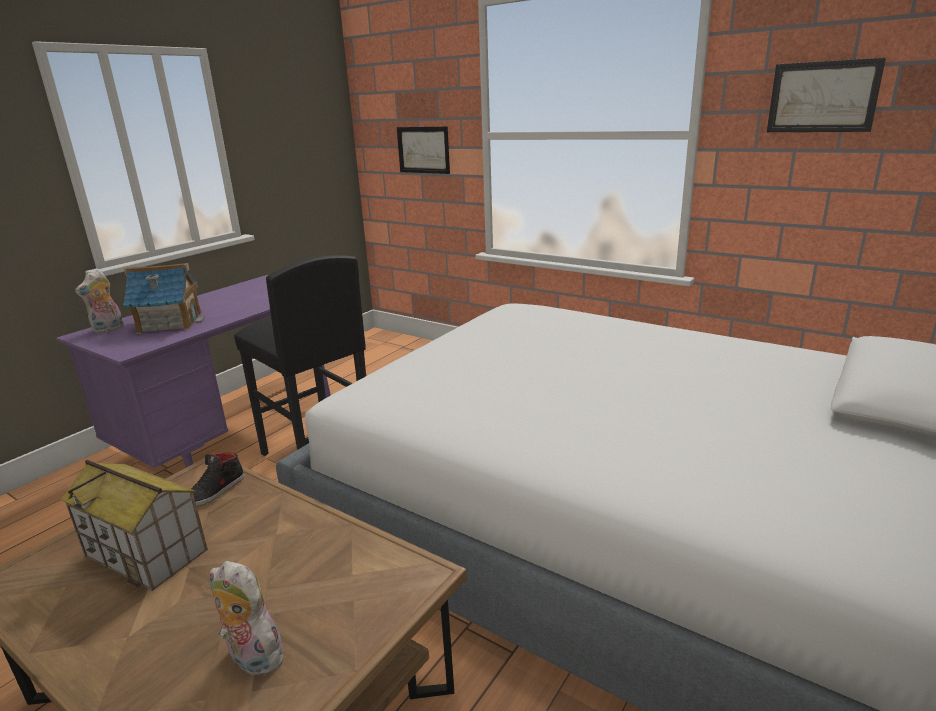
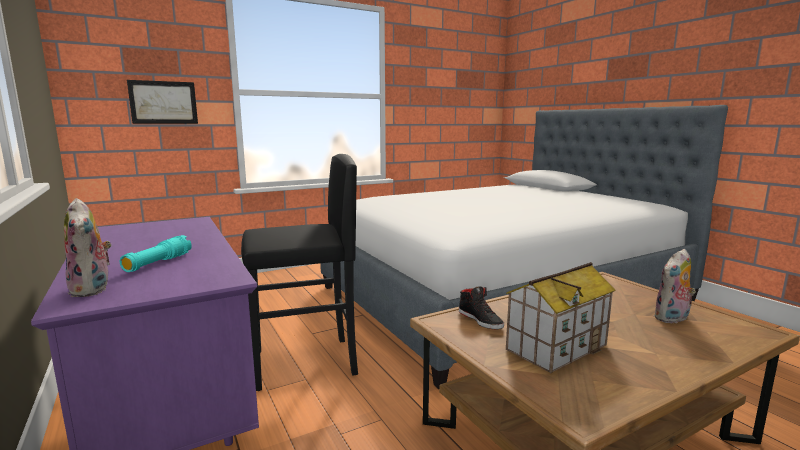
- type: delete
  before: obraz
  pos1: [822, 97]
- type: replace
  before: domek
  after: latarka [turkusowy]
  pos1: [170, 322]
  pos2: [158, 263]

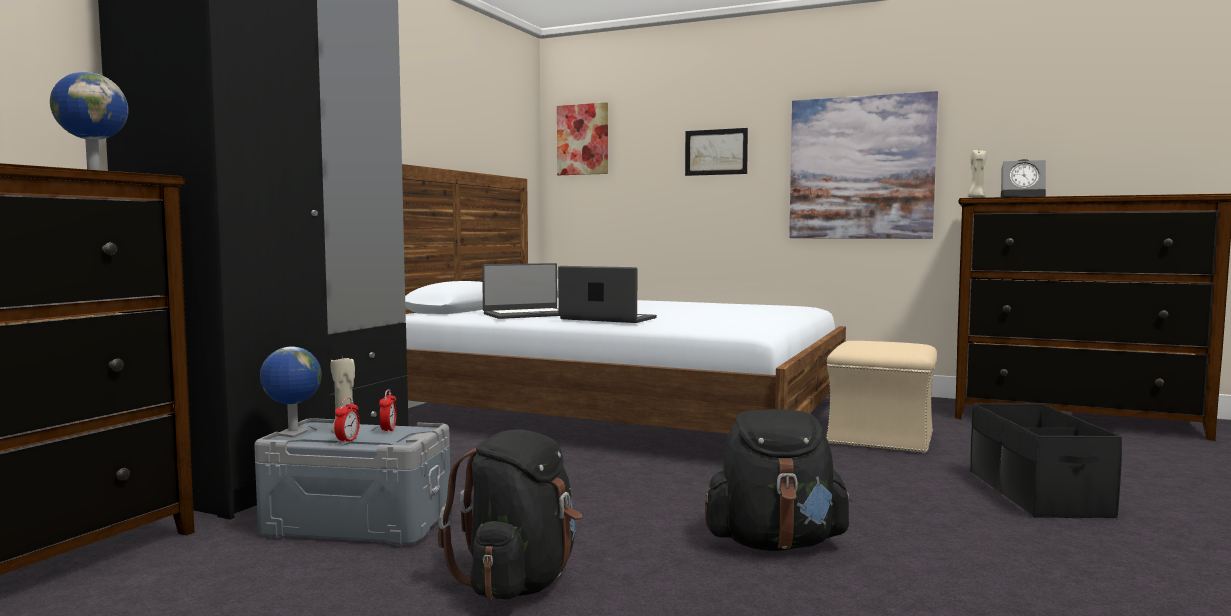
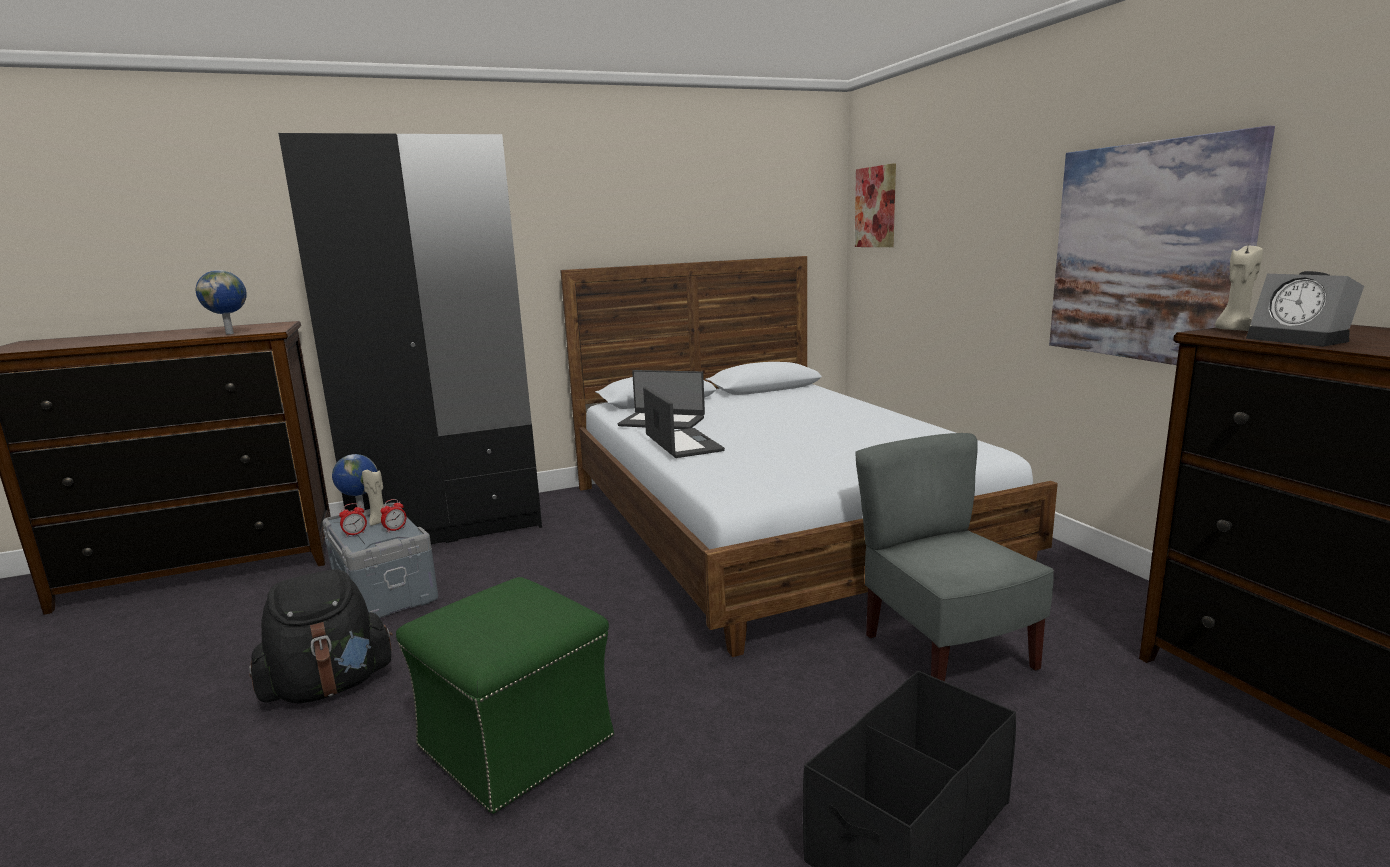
- type: delete
  before: obraz
  pos1: [716, 152]
- type: replace
  before: pufa [beżowy]
  after: krzesło [szary]
  pos1: [880, 437]
  pos2: [945, 653]
- type: replace
  before: plecak [czarny]
  after: pufa [zielony]
  pos1: [775, 543]
  pos2: [517, 742]

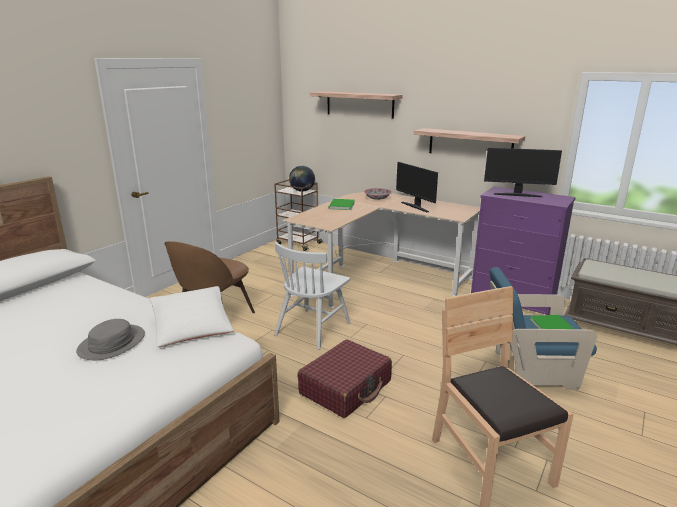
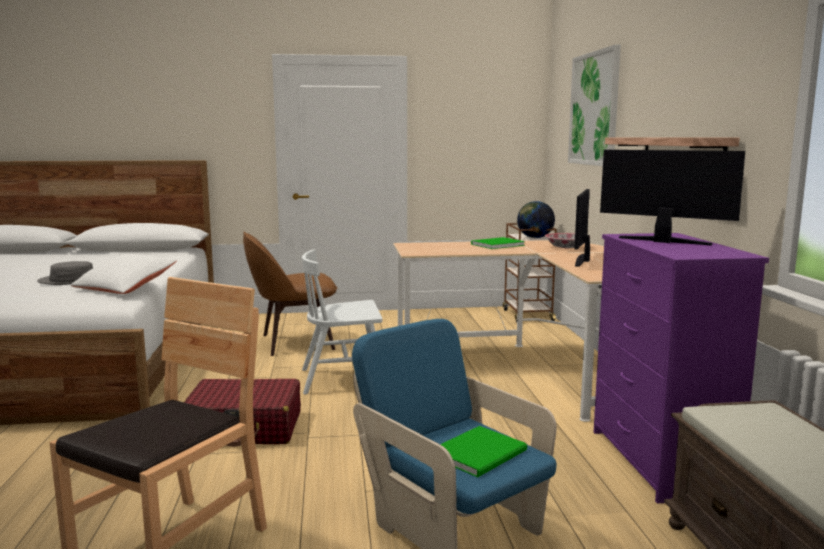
- type: replace
  before: półka
  after: obraz
  pos1: [359, 104]
  pos2: [594, 109]
- type: rotate
  before: monitor
  pos1: [517, 195]
  pos2: [663, 241]
  turn: 150

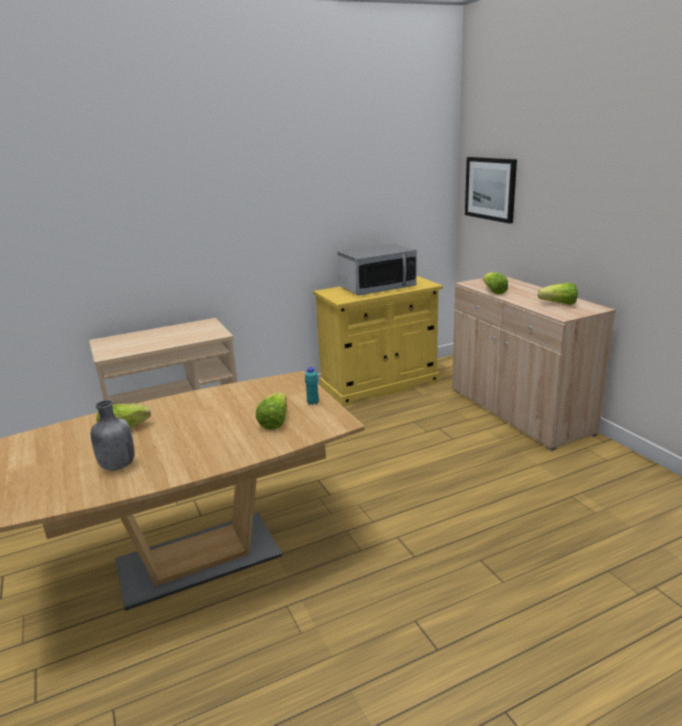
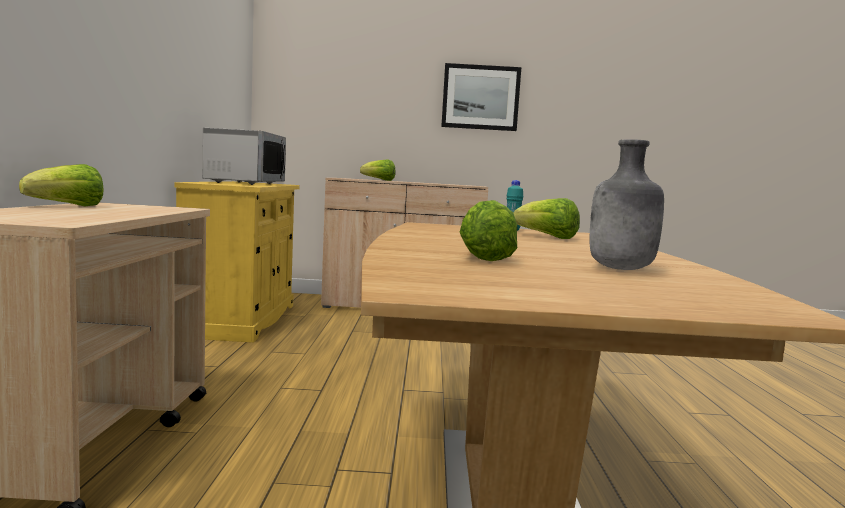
- type: move
  before: obraz
  pos1: [490, 189]
  pos2: [480, 97]
- type: move
  before: sałata
  pos1: [559, 304]
  pos2: [68, 206]

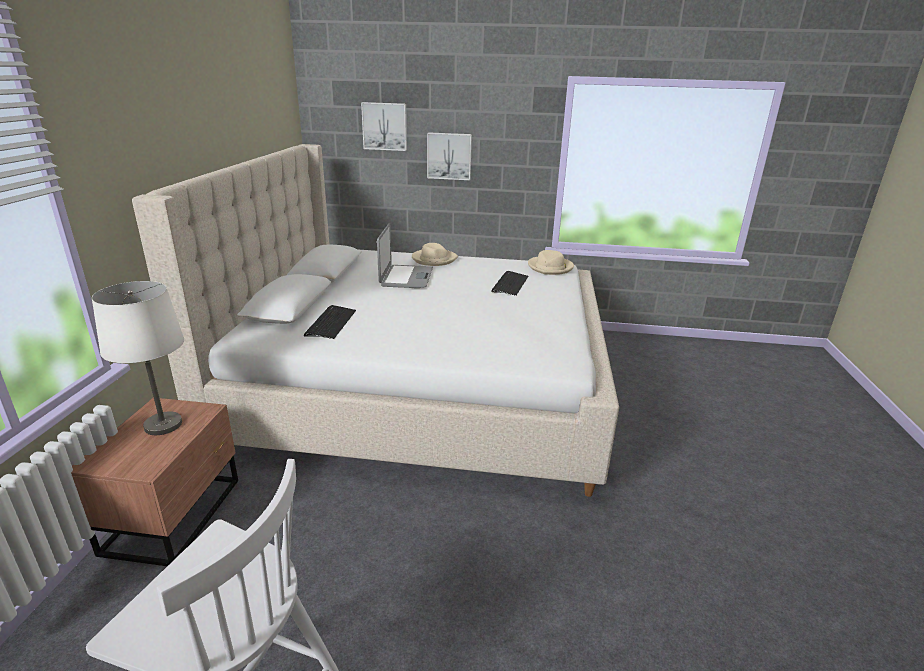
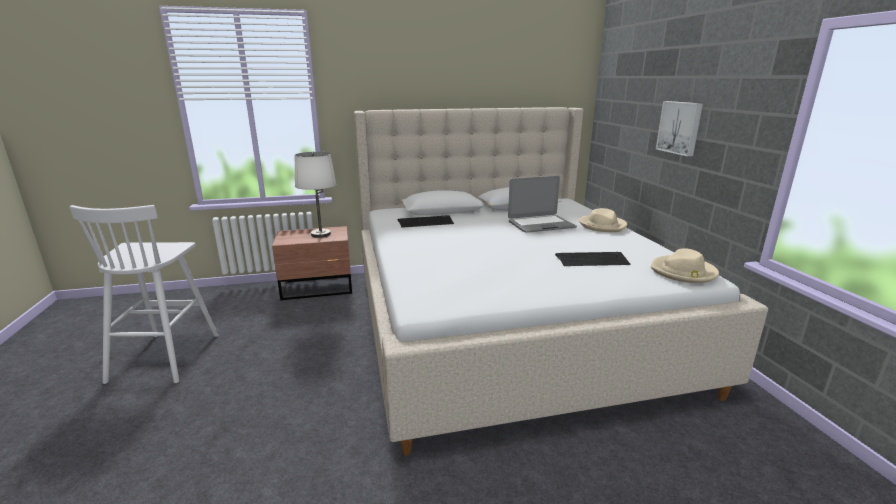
- type: delete
  before: obraz
  pos1: [385, 126]

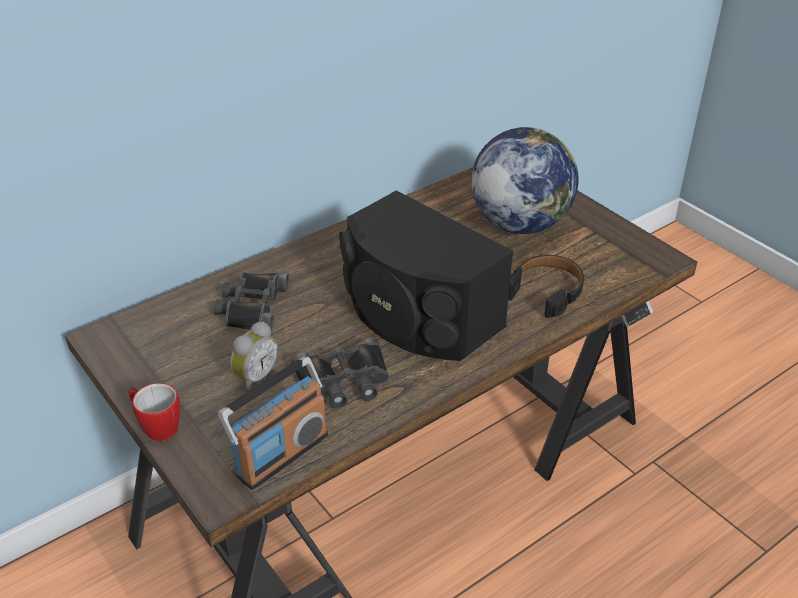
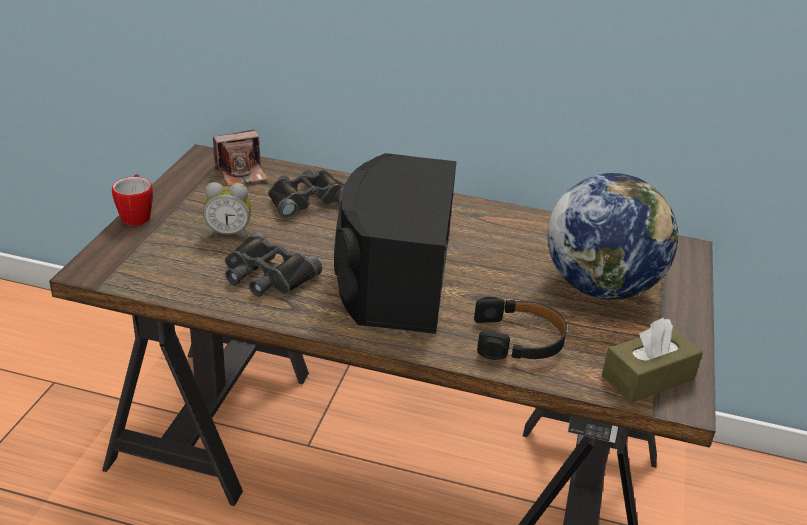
- type: delete
  before: radio
  pos1: [281, 454]
- type: insert
  after: aparat fotograficzny
  pos2: [241, 173]
- type: insert
  after: pudełko chusteczek [brązowy]
  pos2: [647, 378]

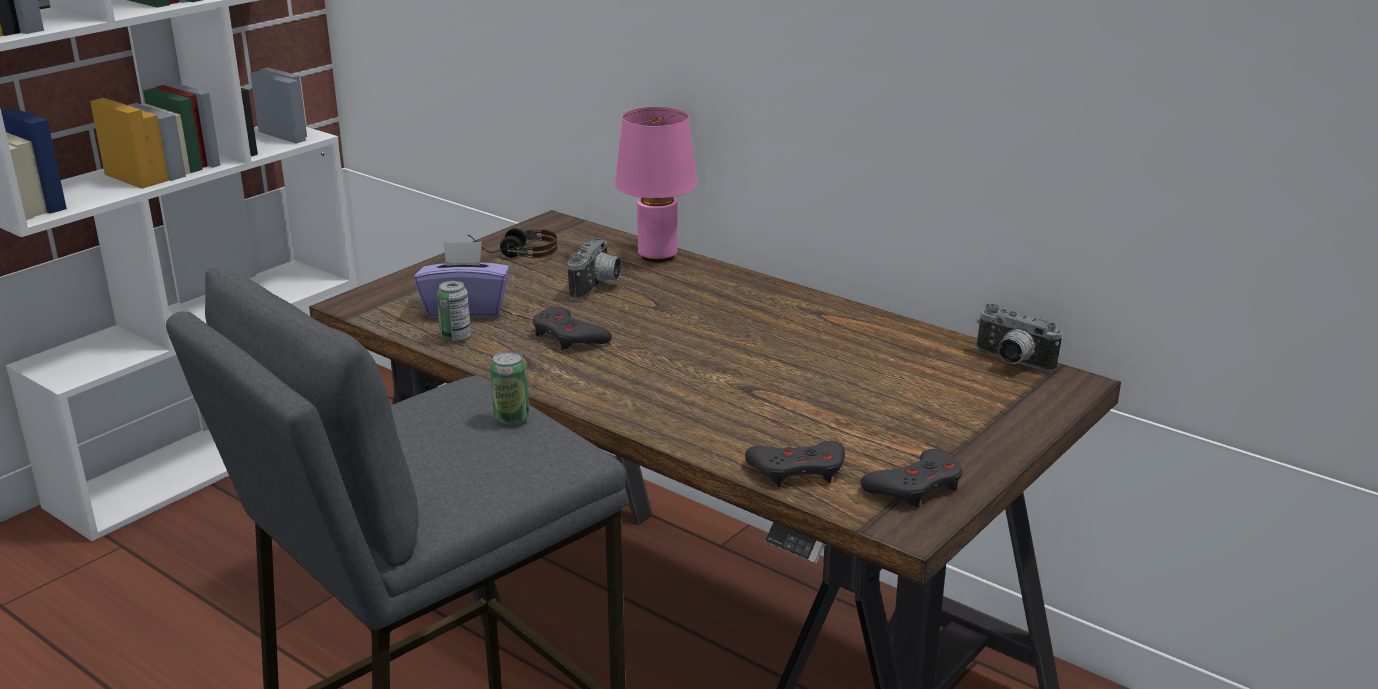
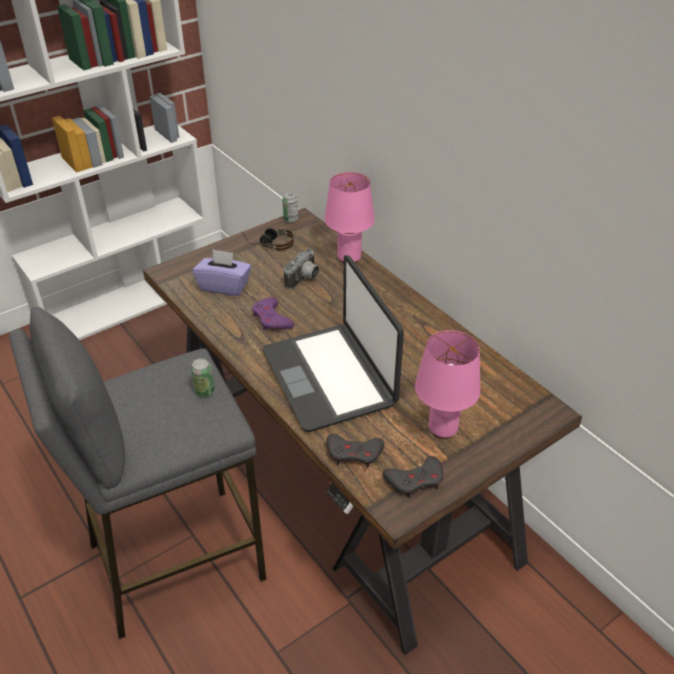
- type: move
  before: puszka
  pos1: [455, 337]
  pos2: [290, 220]
- type: delete
  before: aparat fotograficzny
  pos1: [1011, 363]
- type: recolor
  before: pad do gier [szary]
  after: pad do gier [fioletowy]
  pos1: [569, 336]
  pos2: [272, 319]
- type: insert
  after: laptop
  pos2: [330, 377]
- type: insert
  after: lampa stołowa [różowy]
  pos2: [443, 429]

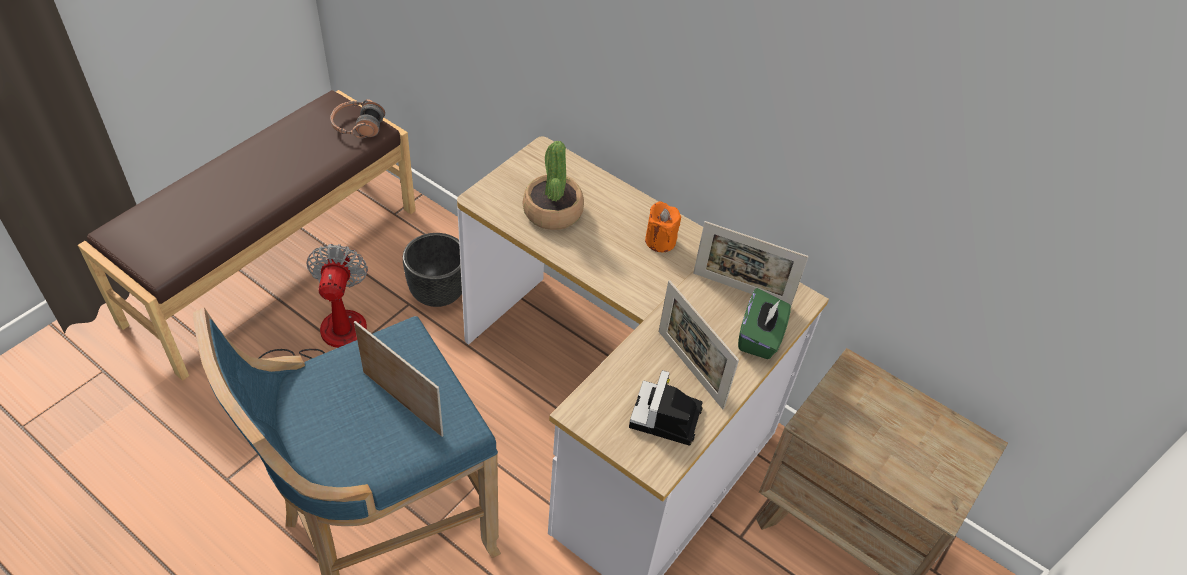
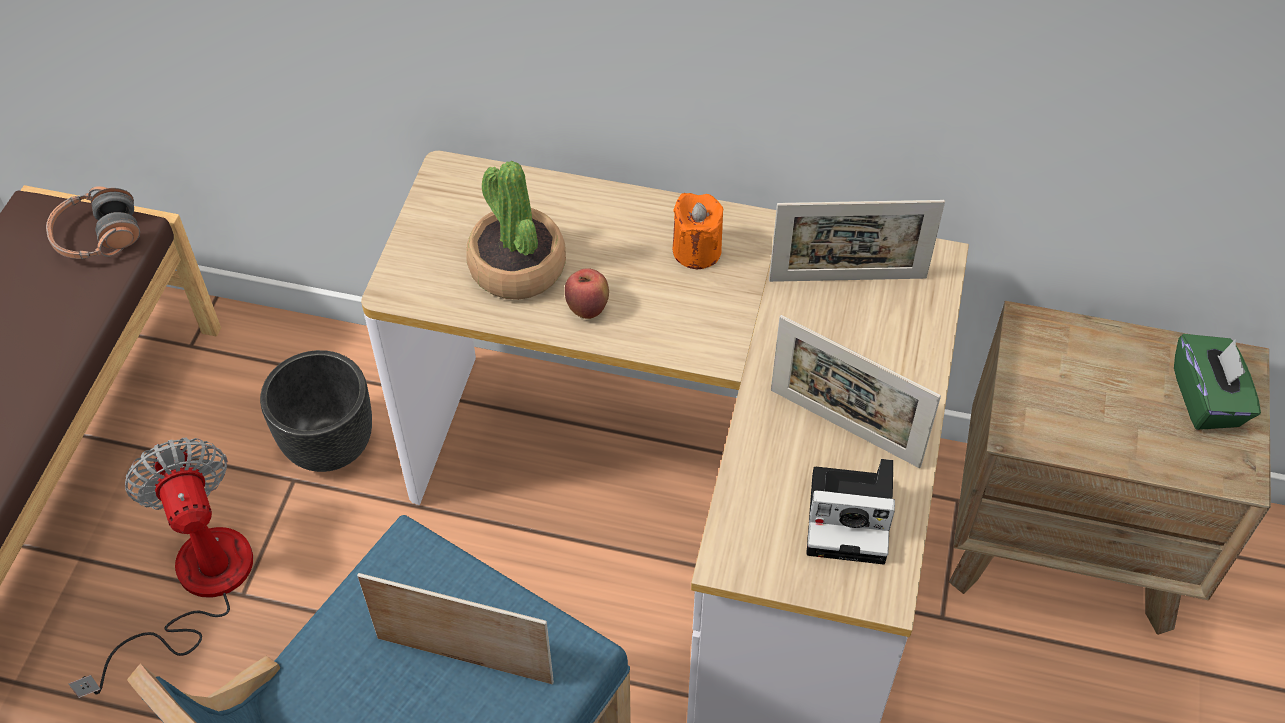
- type: move
  before: pudełko chusteczek [zielony]
  pos1: [760, 337]
  pos2: [1207, 399]
- type: rotate
  before: aparat fotograficzny
  pos1: [665, 419]
  pos2: [852, 516]
  turn: -75
- type: insert
  after: jabłko
  pos2: [587, 308]

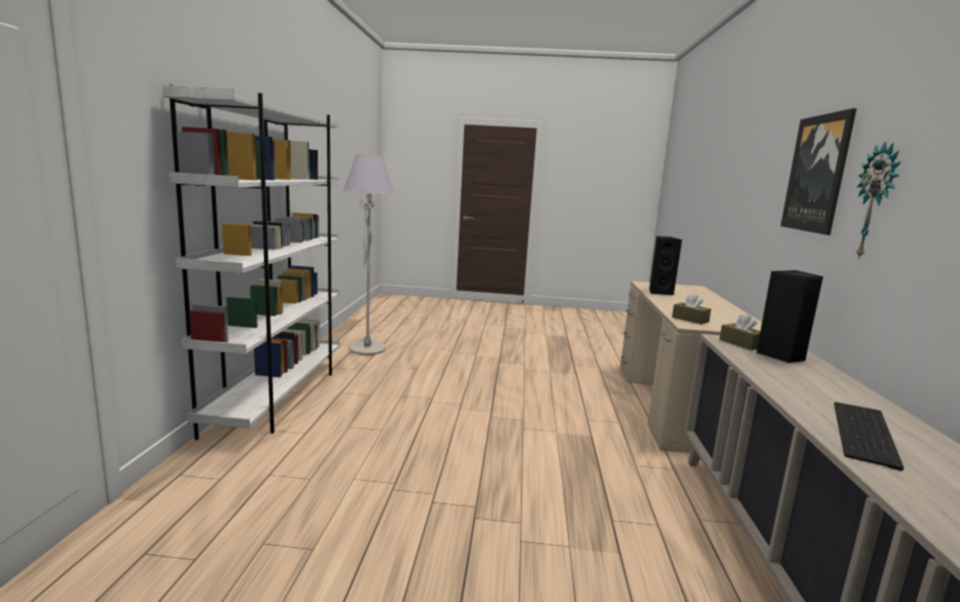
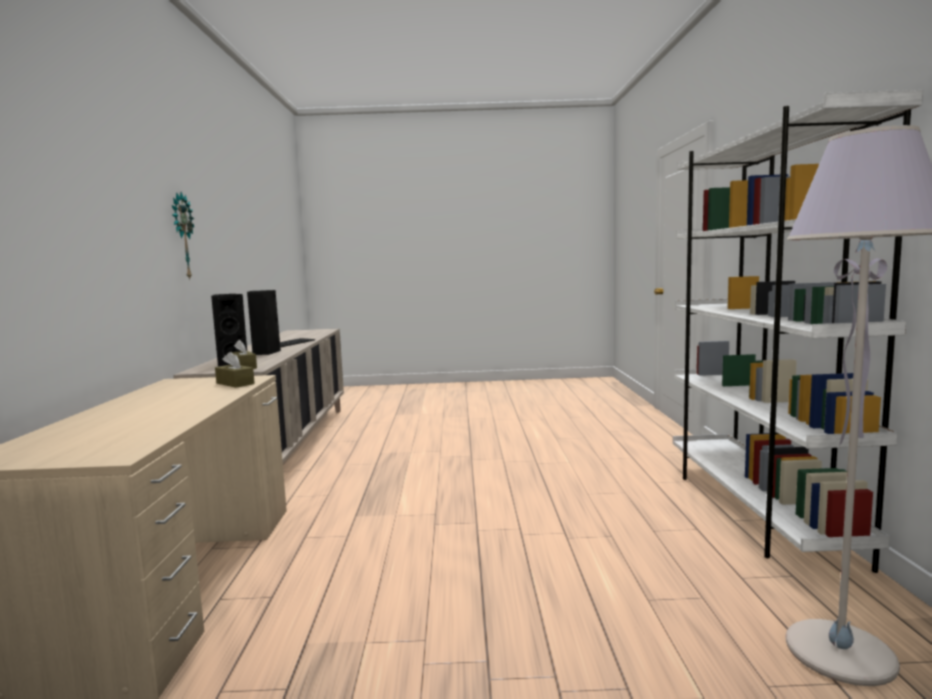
- type: delete
  before: obraz
  pos1: [817, 174]
- type: move
  before: głośnik [czarny]
  pos1: [659, 292]
  pos2: [264, 353]

